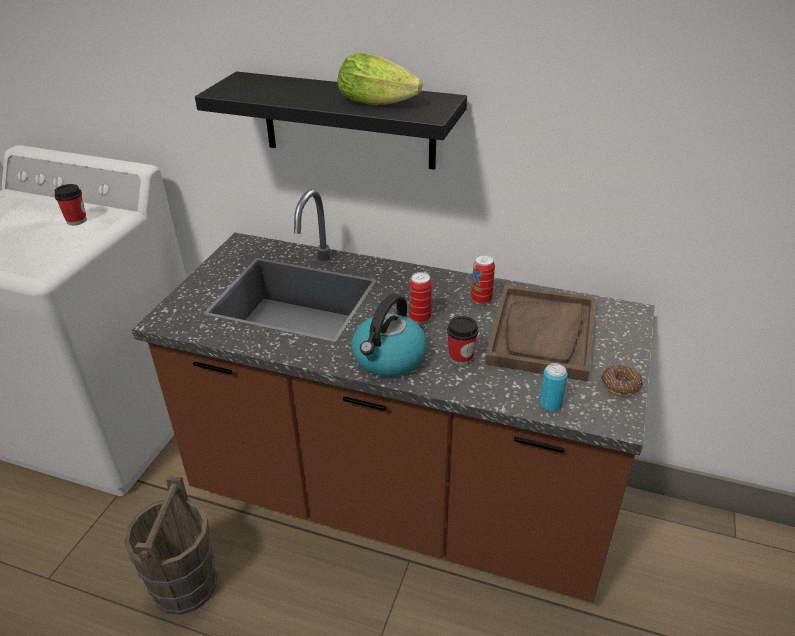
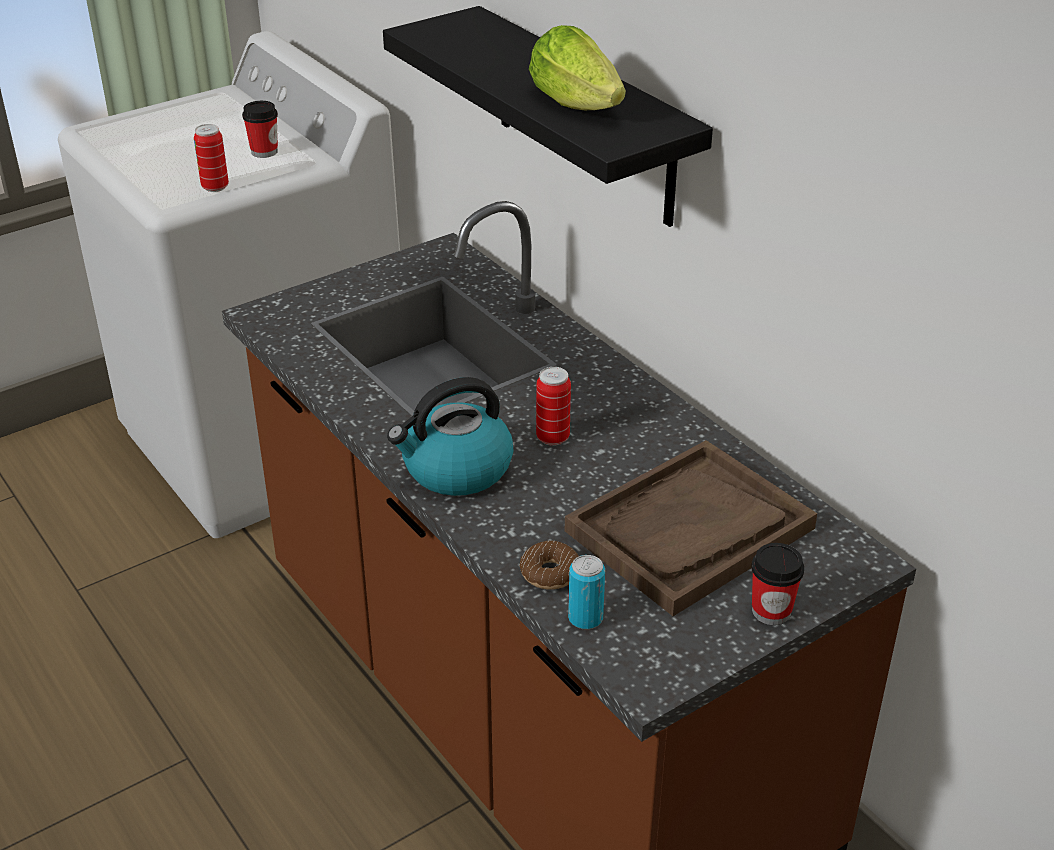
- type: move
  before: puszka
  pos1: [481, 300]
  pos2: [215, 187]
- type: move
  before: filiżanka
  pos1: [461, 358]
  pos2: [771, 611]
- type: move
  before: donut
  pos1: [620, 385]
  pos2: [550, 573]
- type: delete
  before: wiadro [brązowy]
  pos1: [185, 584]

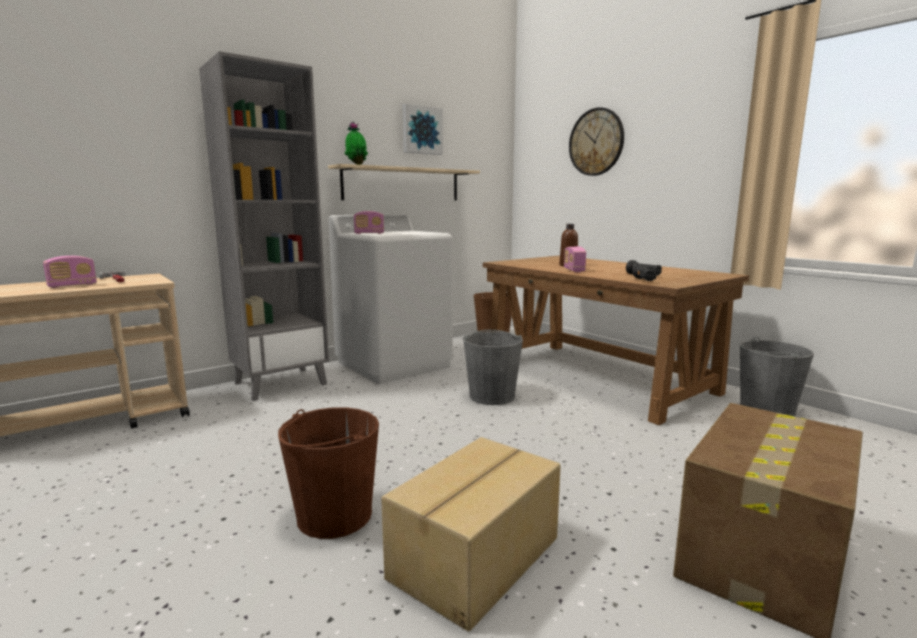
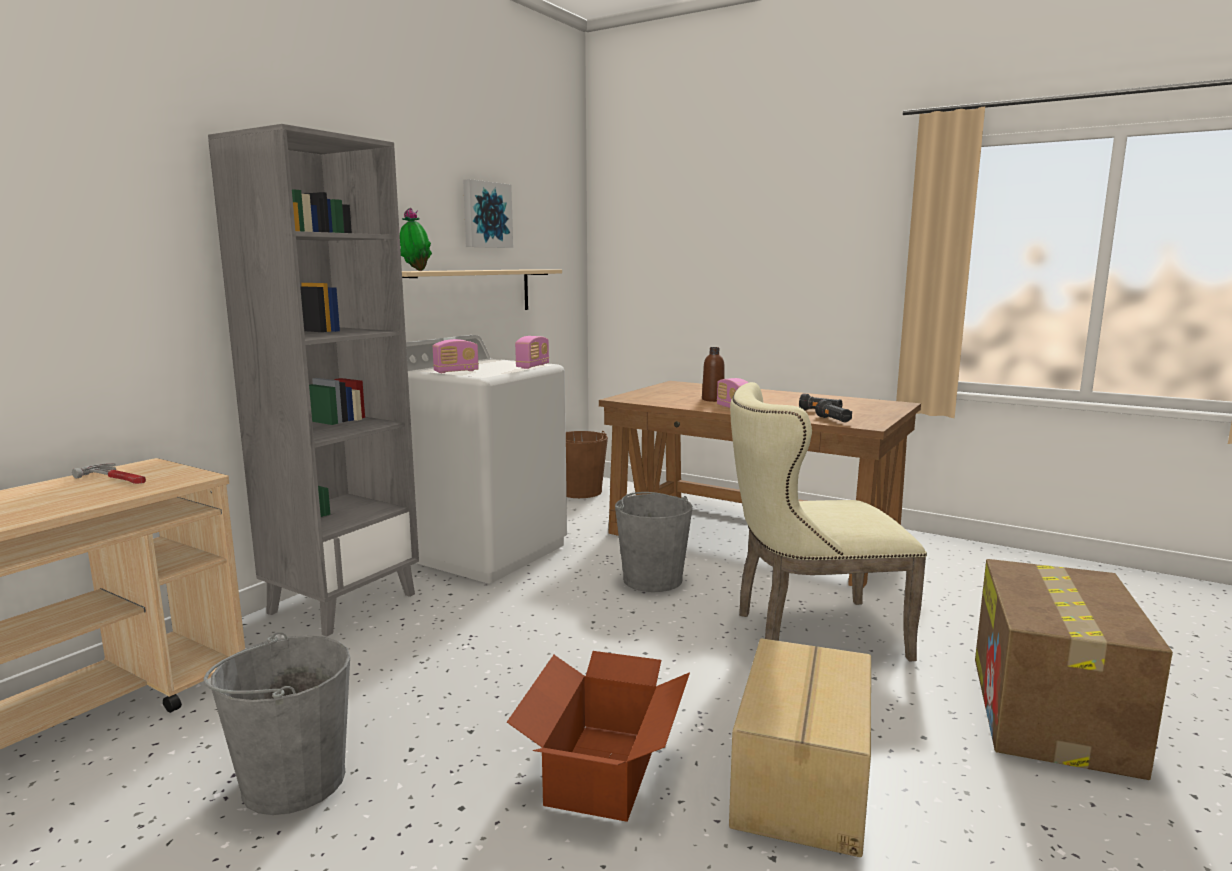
- type: delete
  before: zegar ścienny
  pos1: [596, 142]
- type: move
  before: radio
  pos1: [72, 285]
  pos2: [532, 366]
- type: move
  before: wiadro [szary]
  pos1: [766, 409]
  pos2: [293, 781]
- type: replace
  before: wiadro [brązowy]
  after: karton
  pos1: [334, 516]
  pos2: [601, 771]
- type: insert
  after: krzesło [beżowy]
  pos2: [808, 633]

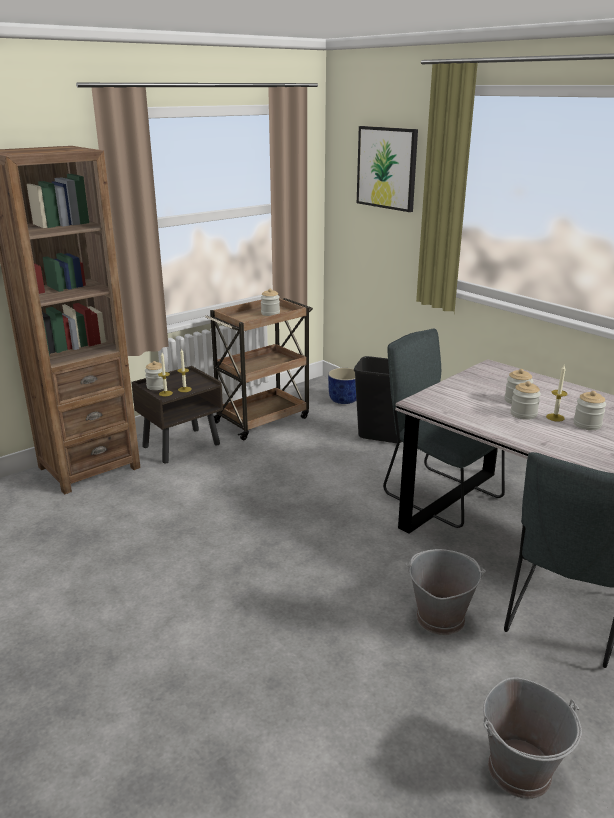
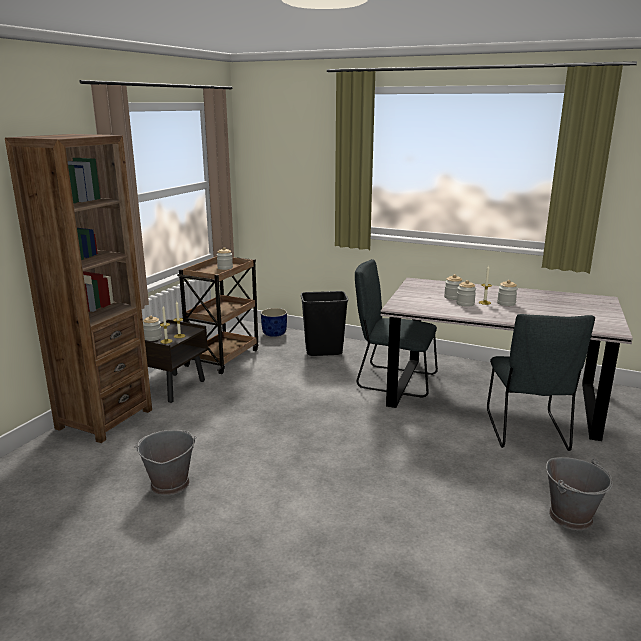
- type: delete
  before: obraz
  pos1: [387, 168]
- type: move
  before: wiadro [szary]
  pos1: [439, 618]
  pos2: [169, 484]

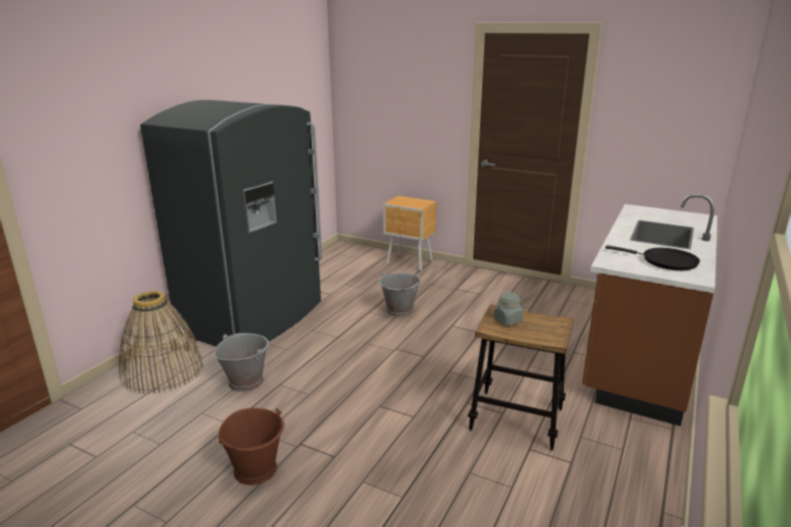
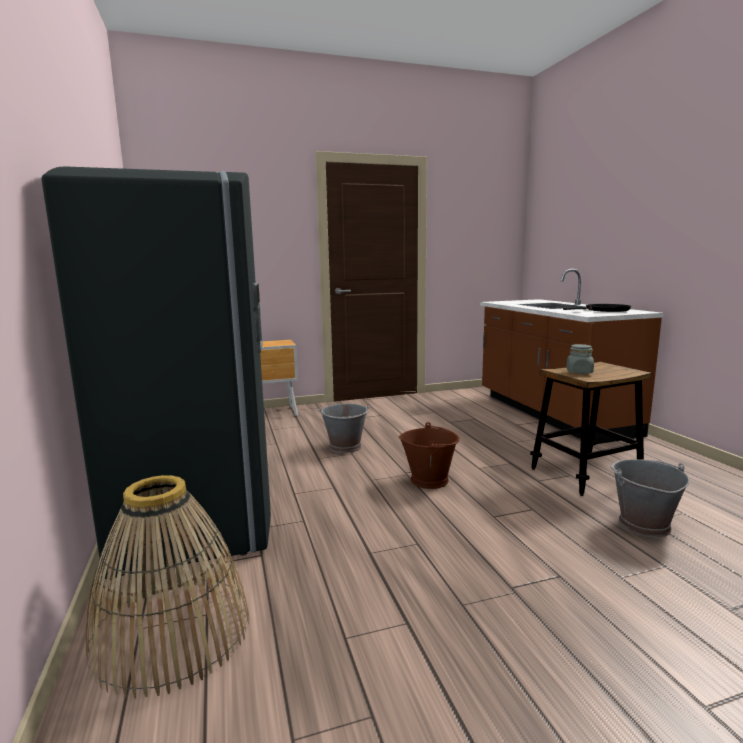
- type: move
  before: wiadro [szary]
  pos1: [246, 381]
  pos2: [643, 525]
- type: move
  before: wiadro [brązowy]
  pos1: [256, 469]
  pos2: [429, 480]

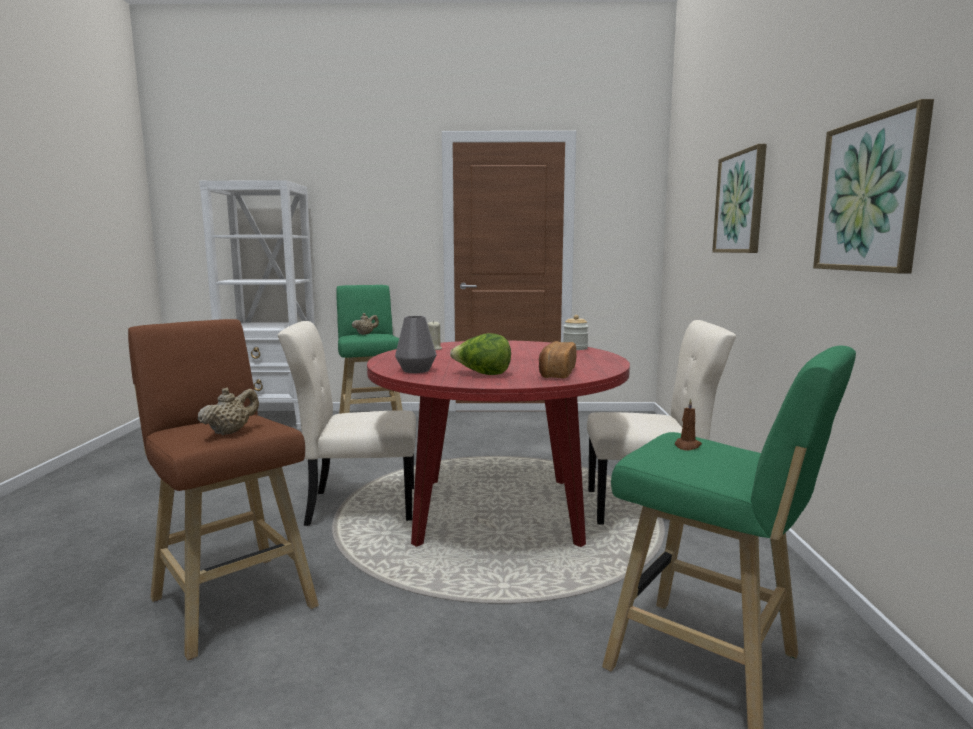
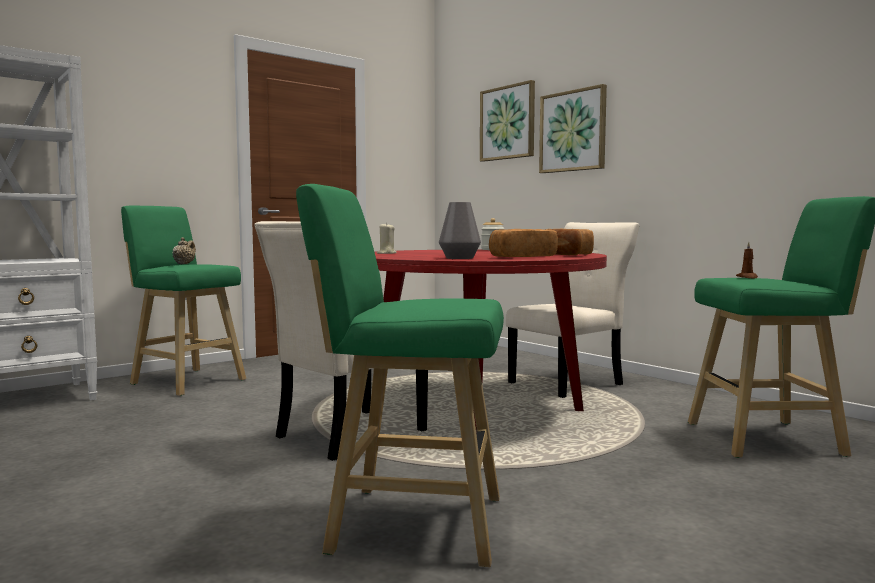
- type: move
  before: obraz
  pos1: [870, 195]
  pos2: [508, 123]
- type: recolor
  before: stołek [brązowy]
  after: stołek [zielony]
  pos1: [231, 599]
  pos2: [409, 523]
- type: replace
  before: sałata
  after: chleb
  pos1: [482, 374]
  pos2: [522, 257]
- type: delete
  before: imbryk [beżowy]
  pos1: [230, 432]

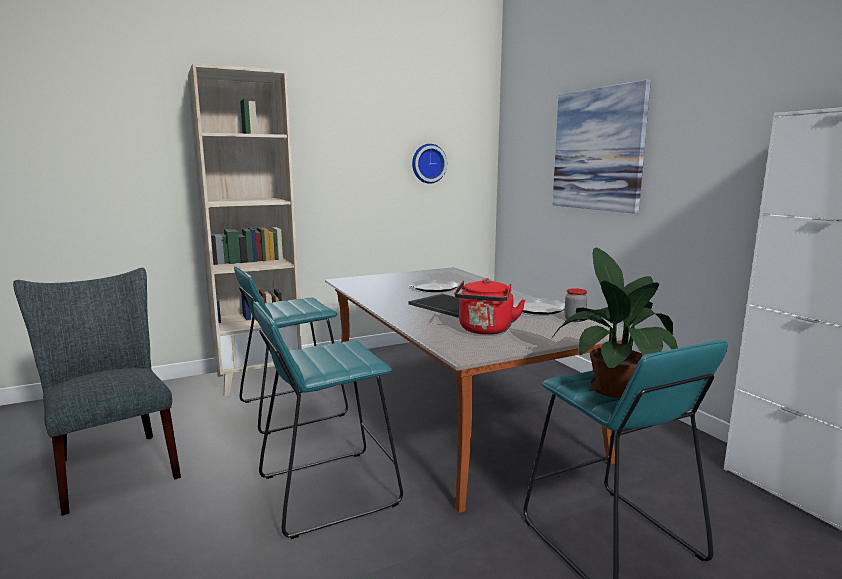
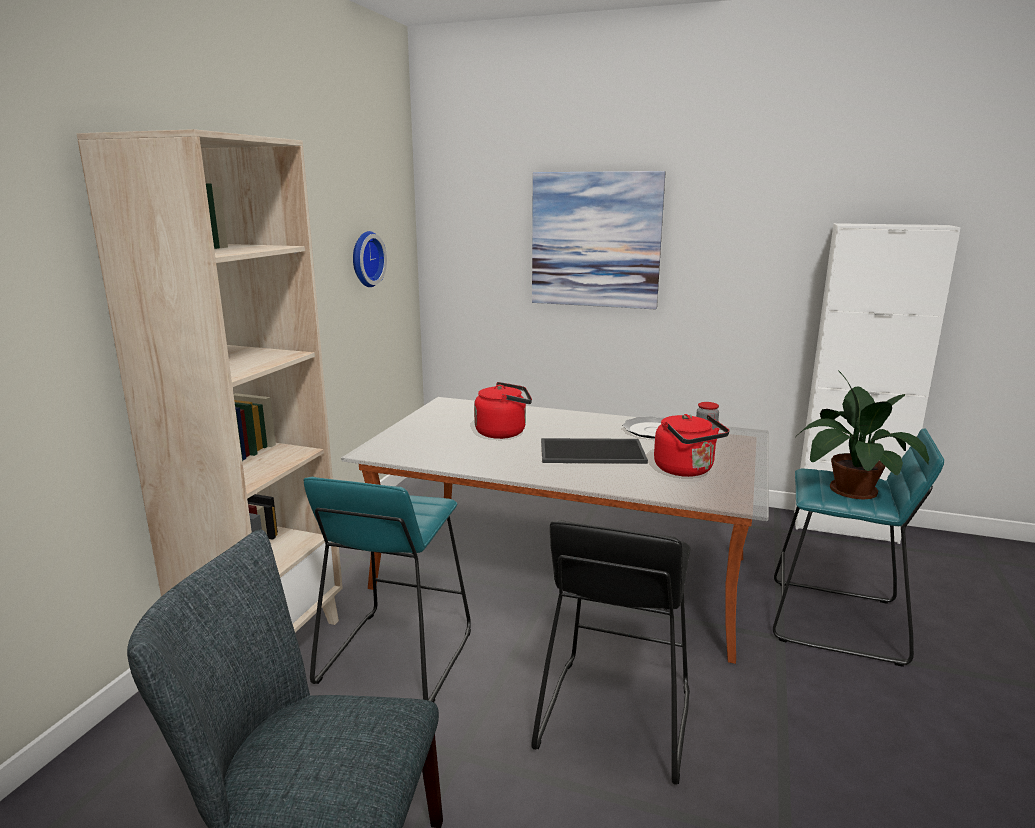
- type: replace
  before: talerz
  after: czajnik [czerwony]
  pos1: [434, 288]
  pos2: [504, 432]
- type: recolor
  before: stołek [turkusowy]
  after: stołek [czarny]
  pos1: [328, 490]
  pos2: [614, 717]

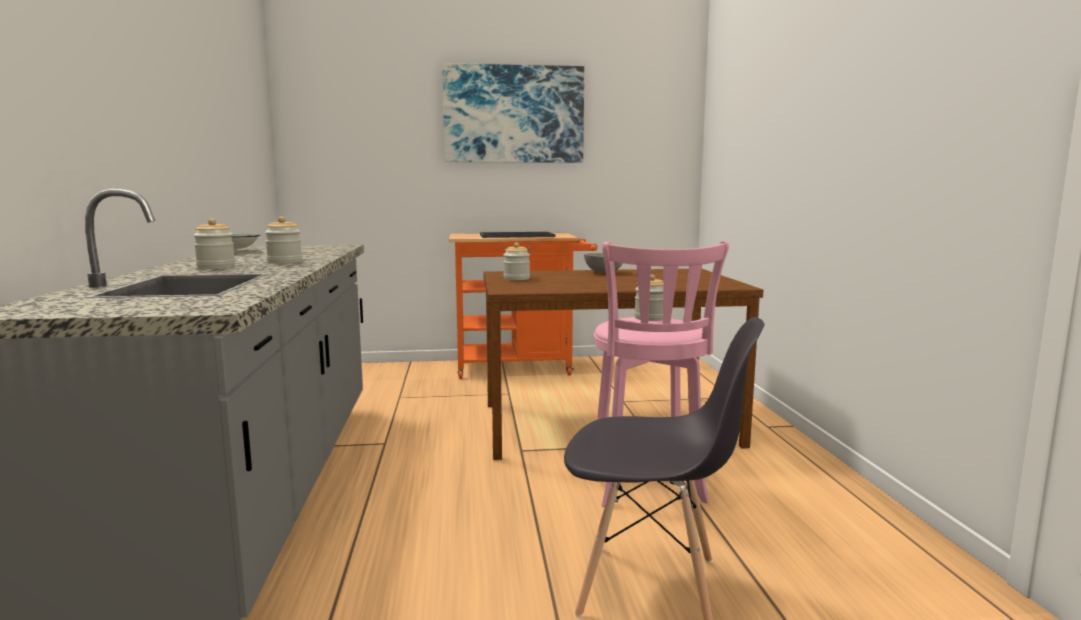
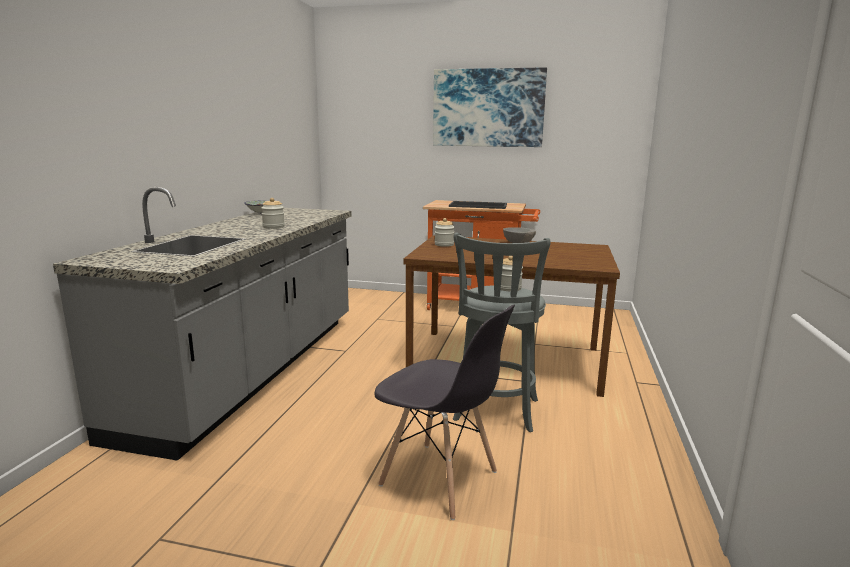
- type: delete
  before: słoik
  pos1: [216, 266]
- type: recolor
  before: stołek [różowy]
  after: stołek [szary]
  pos1: [647, 487]
  pos2: [495, 412]

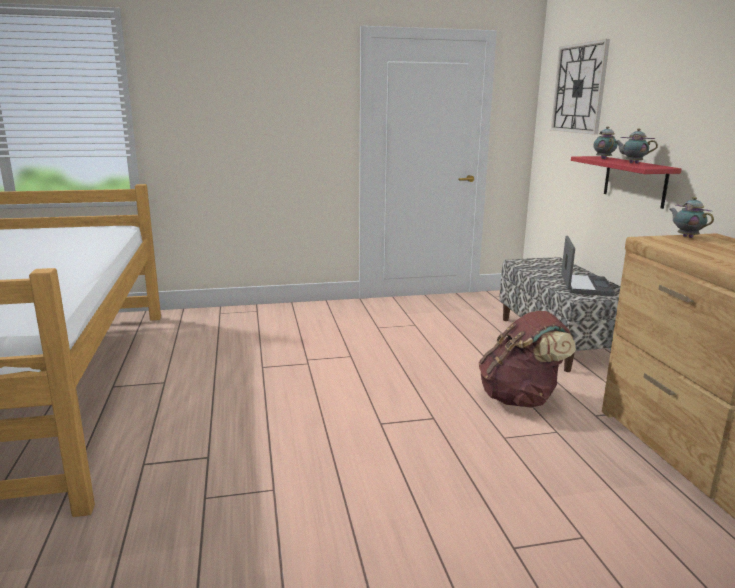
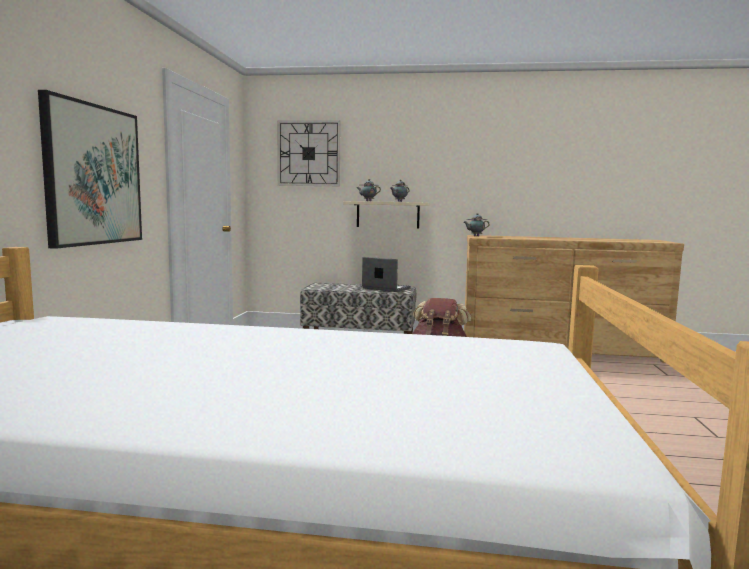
- type: recolor
  before: półka [czerwony]
  after: półka [beżowy]
  pos1: [634, 181]
  pos2: [388, 214]
- type: insert
  after: obraz
  pos2: [93, 175]

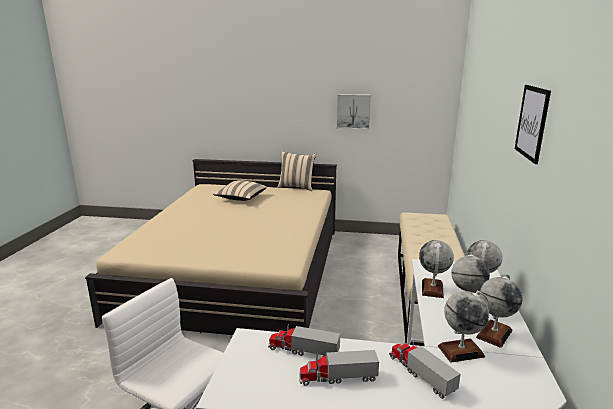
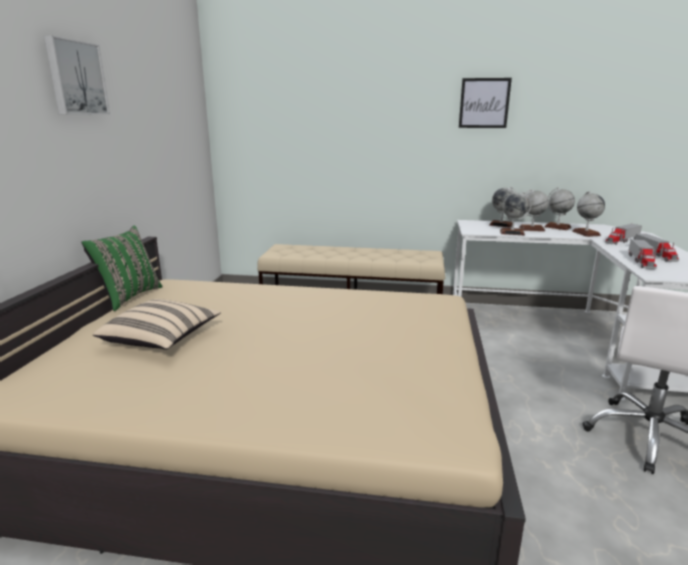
- type: move
  before: obraz
  pos1: [353, 111]
  pos2: [75, 78]
- type: recolor
  before: poduszka [beżowy]
  after: poduszka [zielony]
  pos1: [296, 187]
  pos2: [128, 297]

